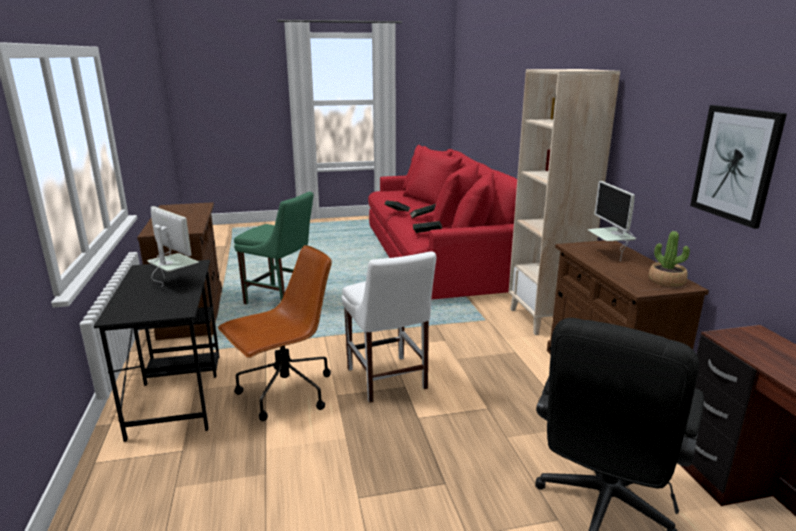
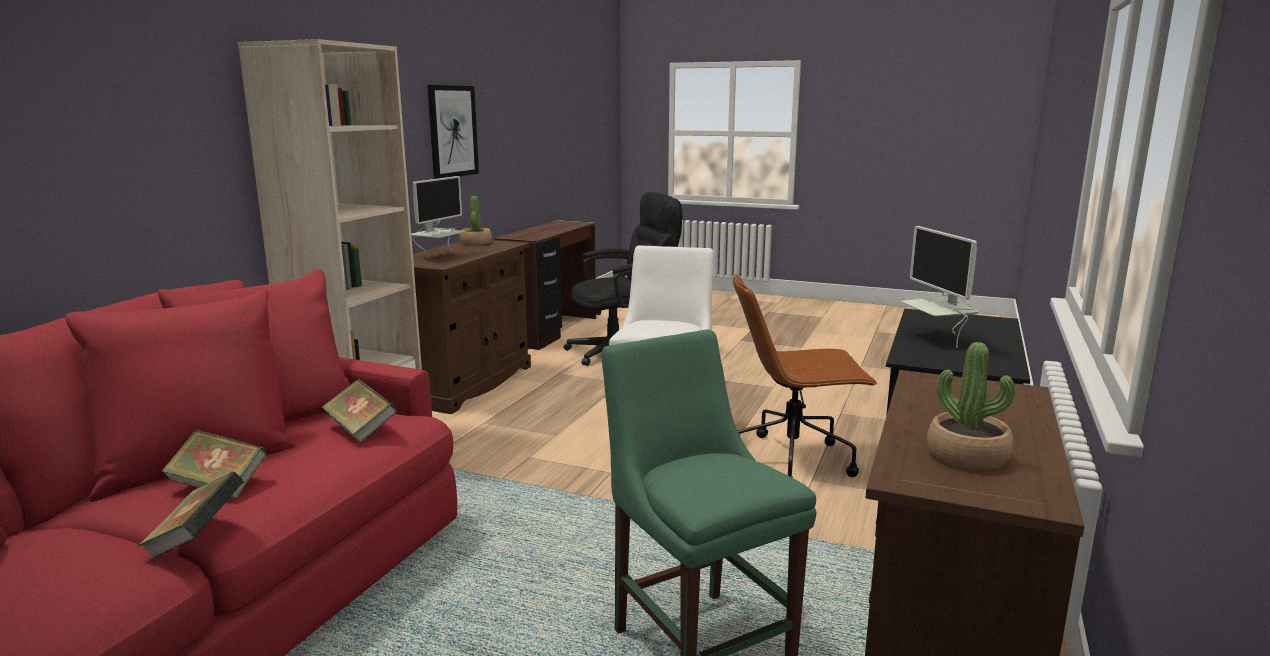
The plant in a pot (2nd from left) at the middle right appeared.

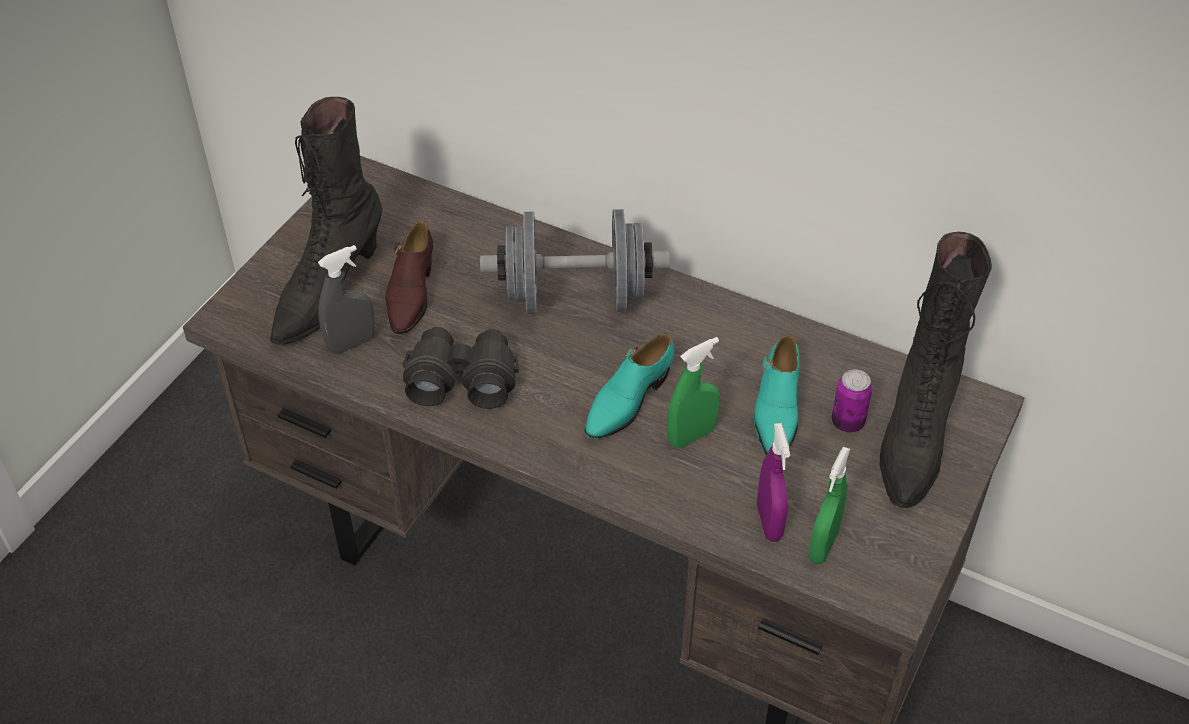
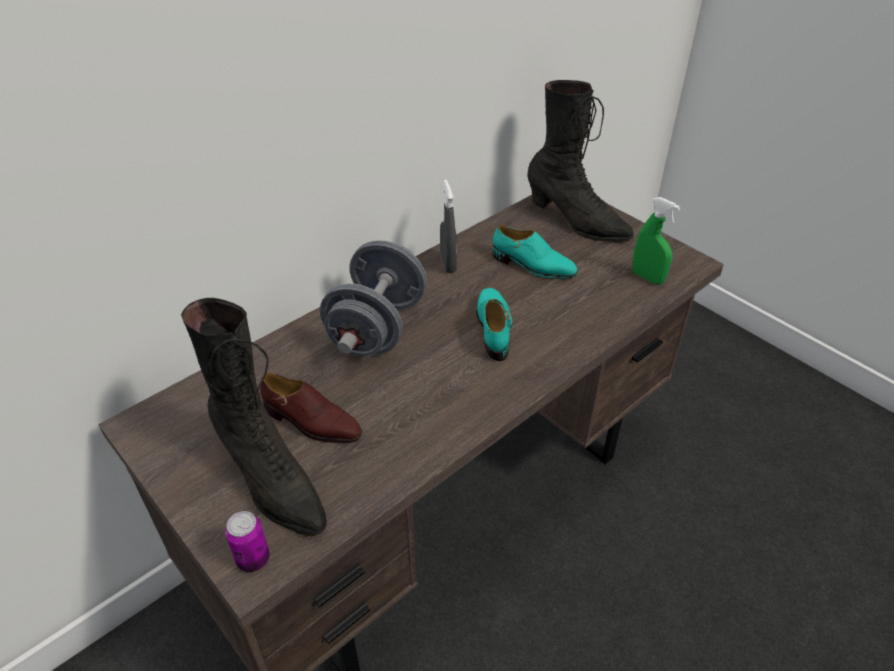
The sealed can moved from the middle right to the bottom left.
The grey spray bottle moved from the middle left to the centre.
The turquoise-coloured item of footwear (1st from left) at the centre turned 150 degrees counterclockwise.
The black field glasses at the centre disappeared.
The greenish spray bottle (1st from left) at the centre disappeared.
The purple-coloured spray bottle at the centre disappeared.

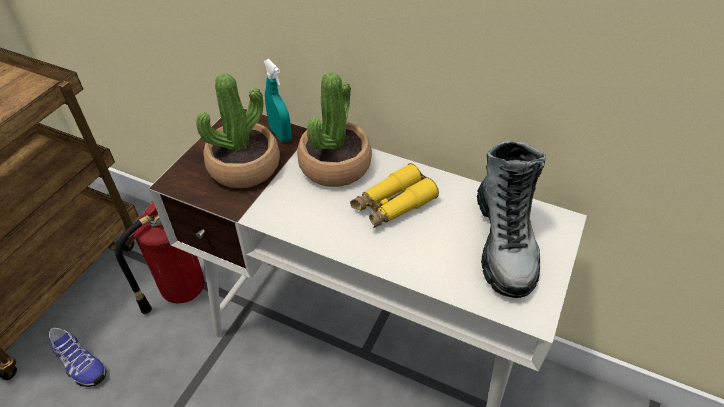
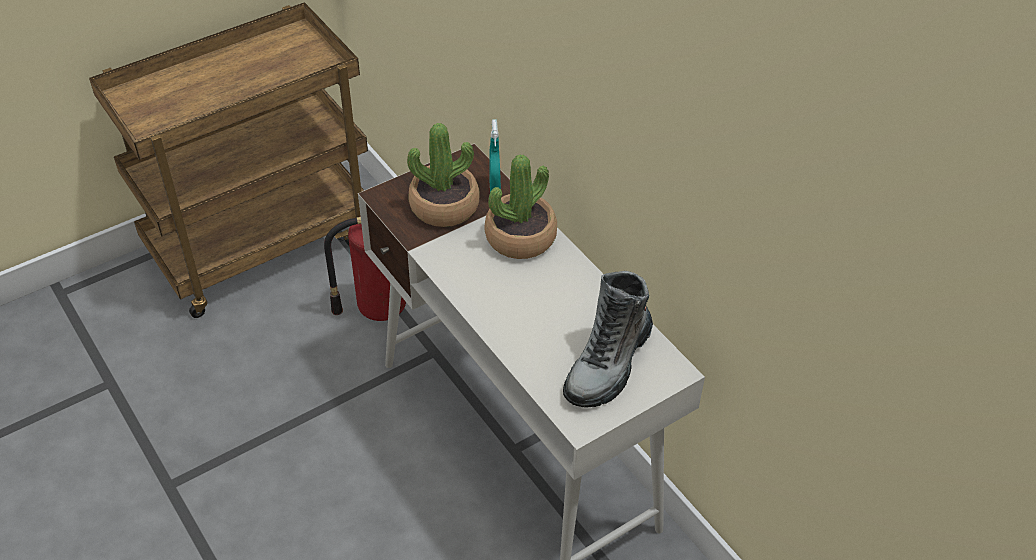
The item of footwear at the bottom left disappeared.
The yellow field glasses at the centre disappeared.

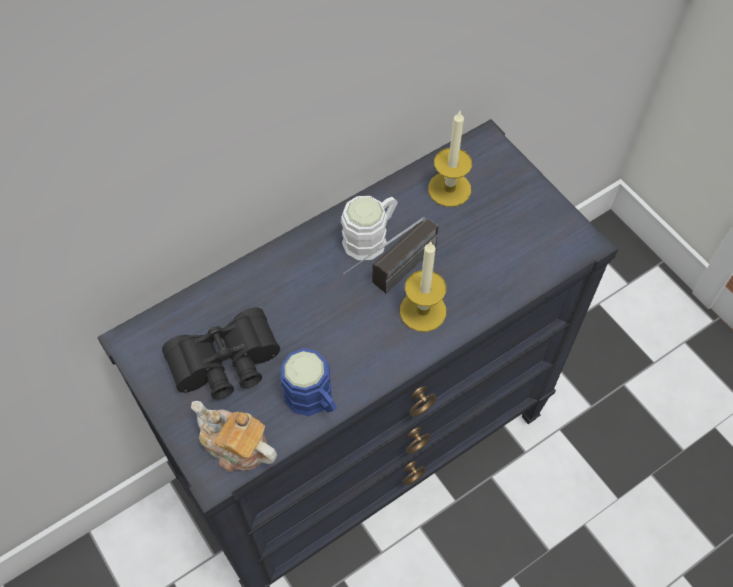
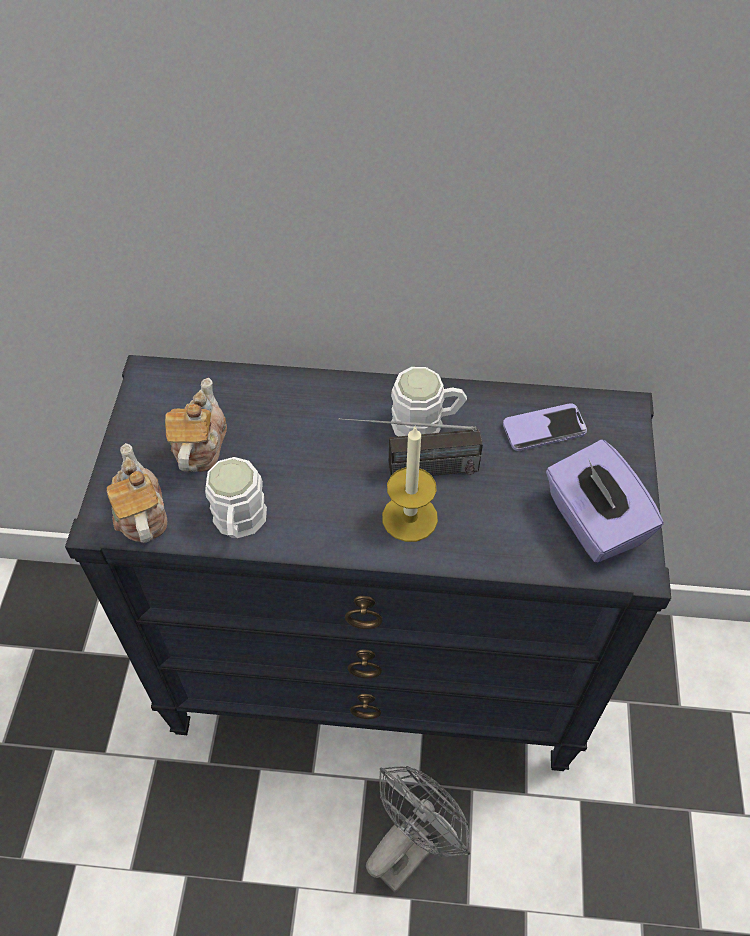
The black field glasses at the middle left was replaced by the teapot (2nd from left) at the middle left.
The bluish coffee mug at the centre became the white-coloured coffee mug (1st from left) at the middle left.
The grey fan at the bottom centre appeared.
The candle (2nd from left) at the top centre was replaced by the phone at the middle right.
The purple-coloured tissue box at the middle right appeared.

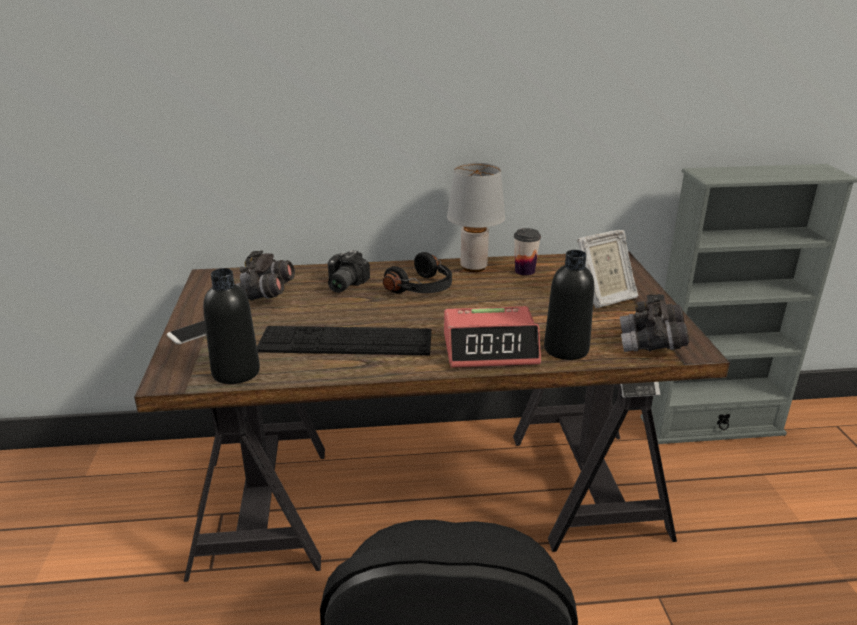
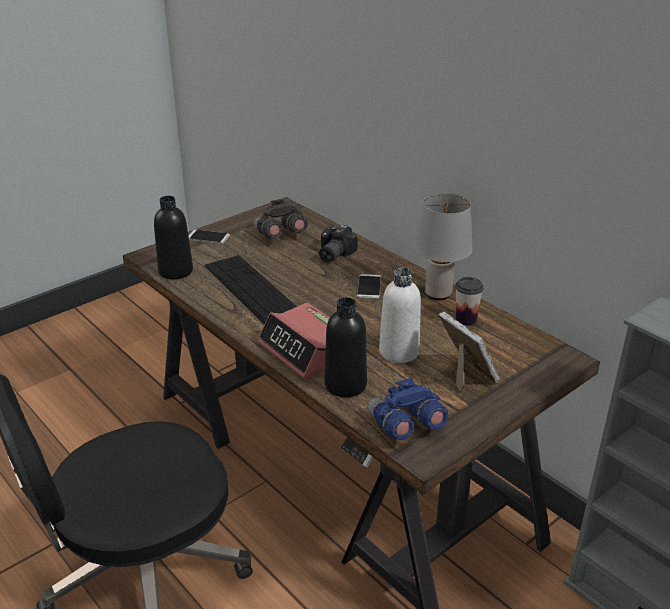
The photo camera at the centre turned 45 degrees counterclockwise.
The black pair of headphones at the centre was replaced by the phone (2nd from left) at the centre.
The grey field glasses (2nd from left) at the middle right became the bluish field glasses at the bottom centre.
The white-coloured bottle at the centre appeared.
The photo frame at the middle right turned 150 degrees counterclockwise.

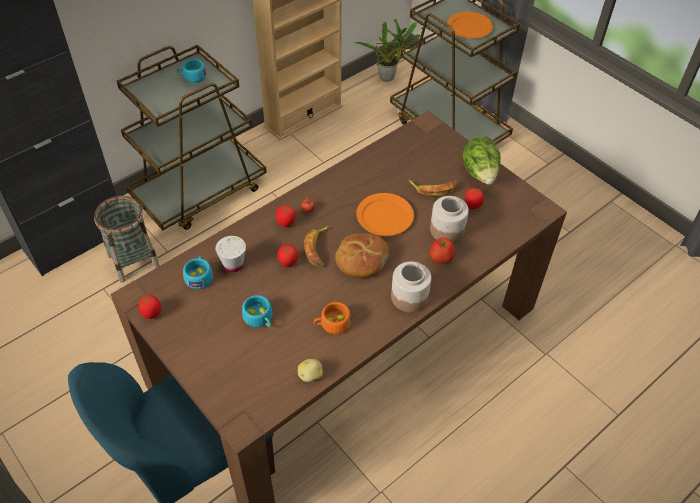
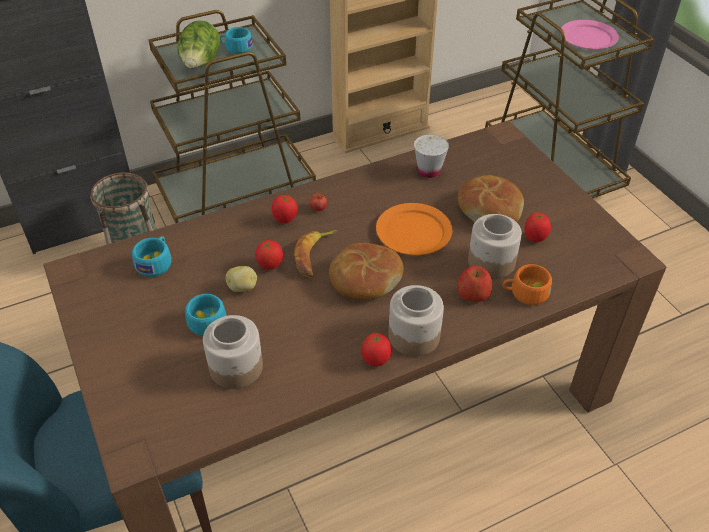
The head of lettuce moved from the top right to the top left.
The jar (1st from left) at the middle left appeared.
The whole potato moved from the bottom centre to the centre.
The fresh tomato (1st from left in the first image) moved from the middle left to the centre.
The white-coloured drinking cup moved from the middle left to the top centre.
The banana (2nd from left) at the centre was replaced by the baked bread (2nd from left) at the middle right.
The orange-coloured drinking cup moved from the centre to the middle right.
The orange-coloured dinner plate (2nd from left) at the top right became the pink dinner plate at the top right.
The plant in a pot at the top centre disappeared.

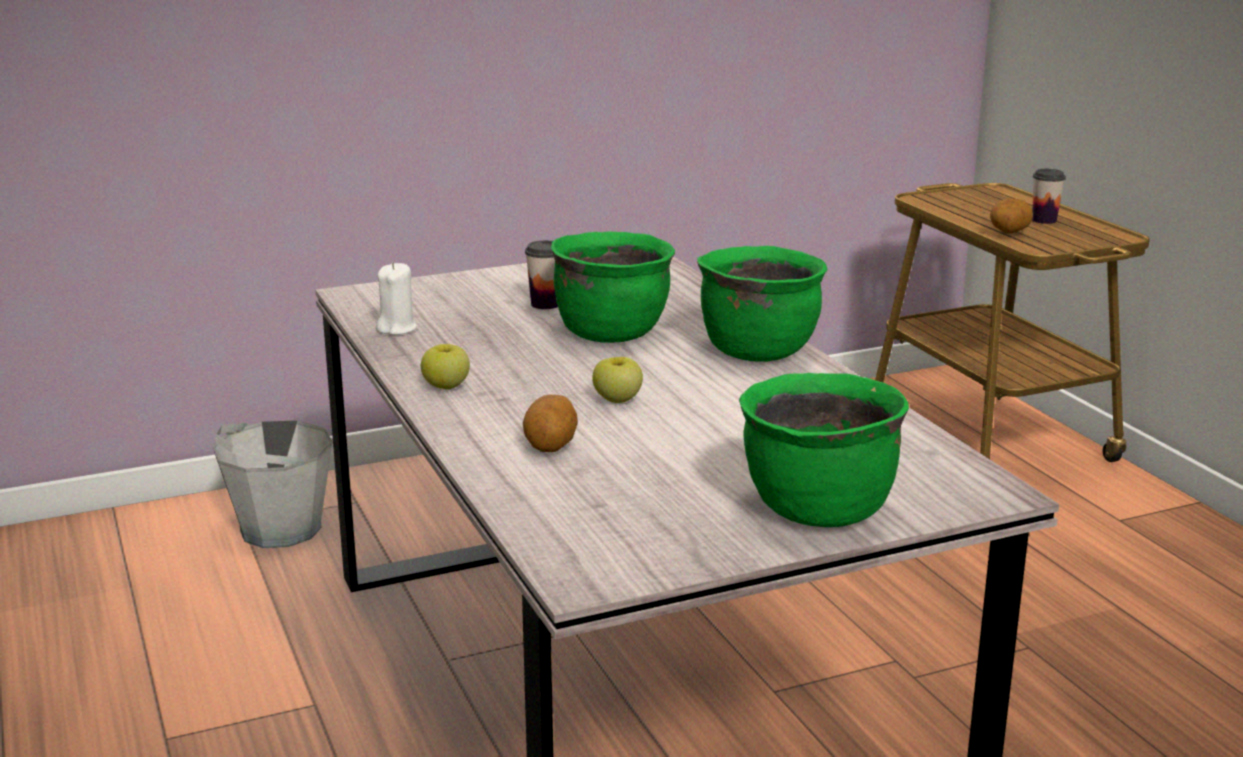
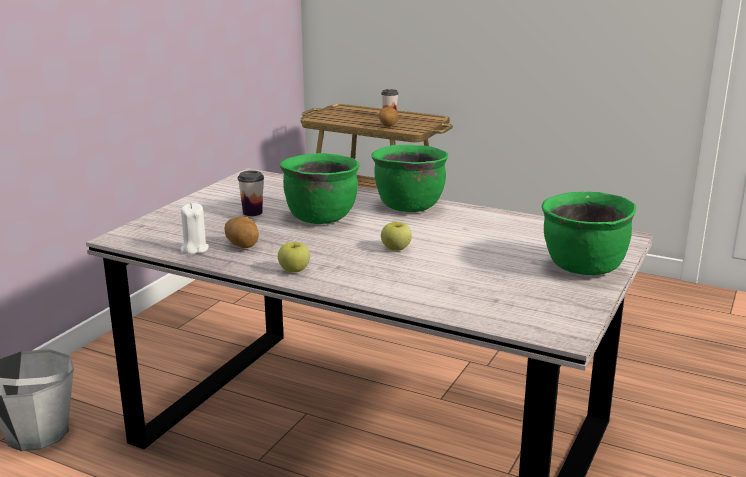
The whole potato (1st from left) moved from the centre to the middle left.

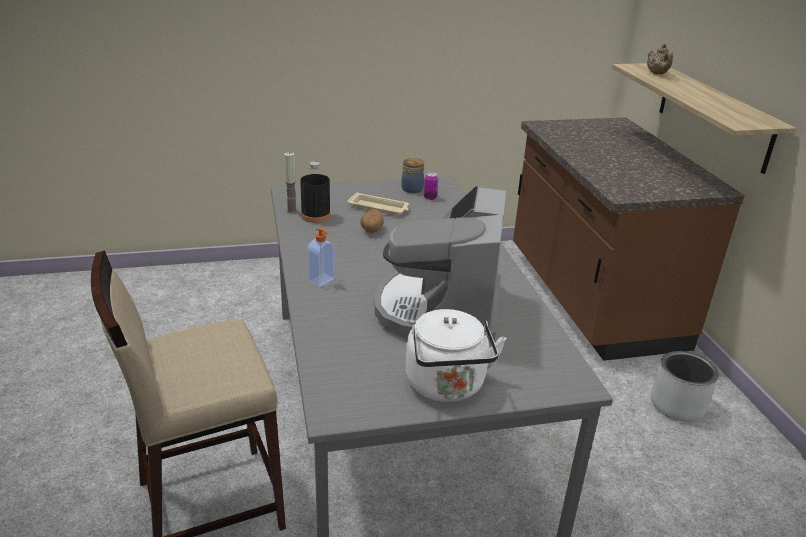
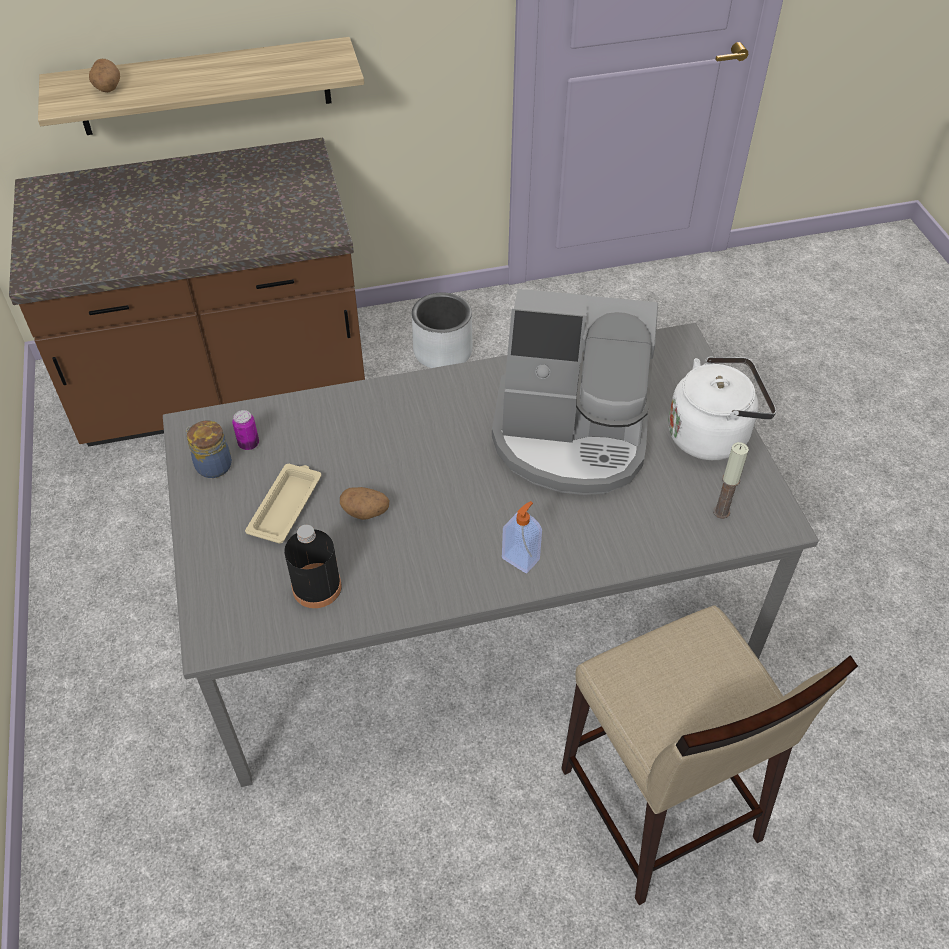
The beige teapot at the top right was replaced by the whole potato (1st from left) at the top left.
The candle moved from the centre to the middle right.

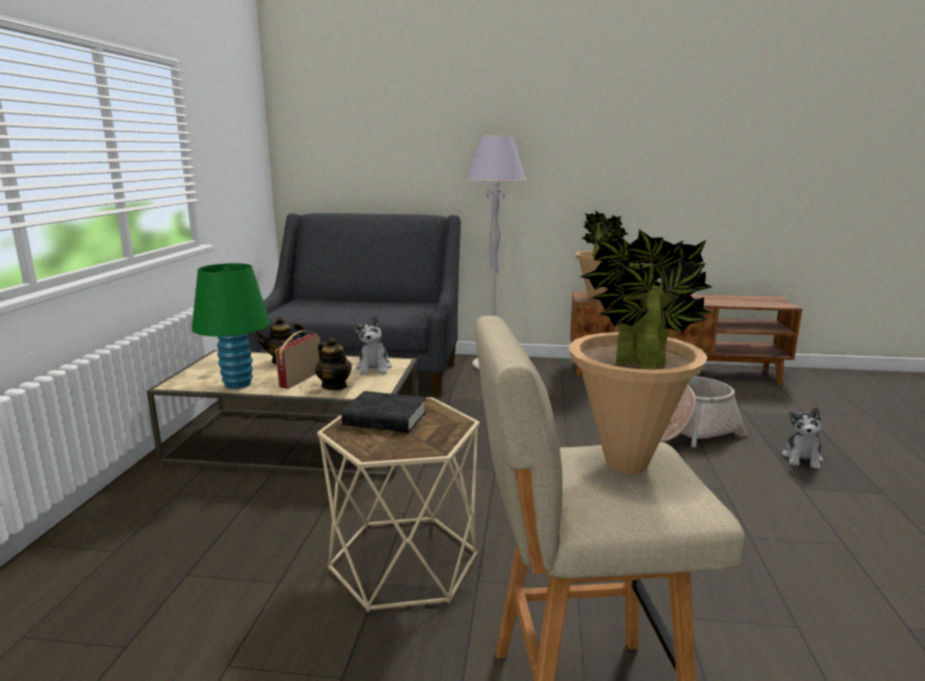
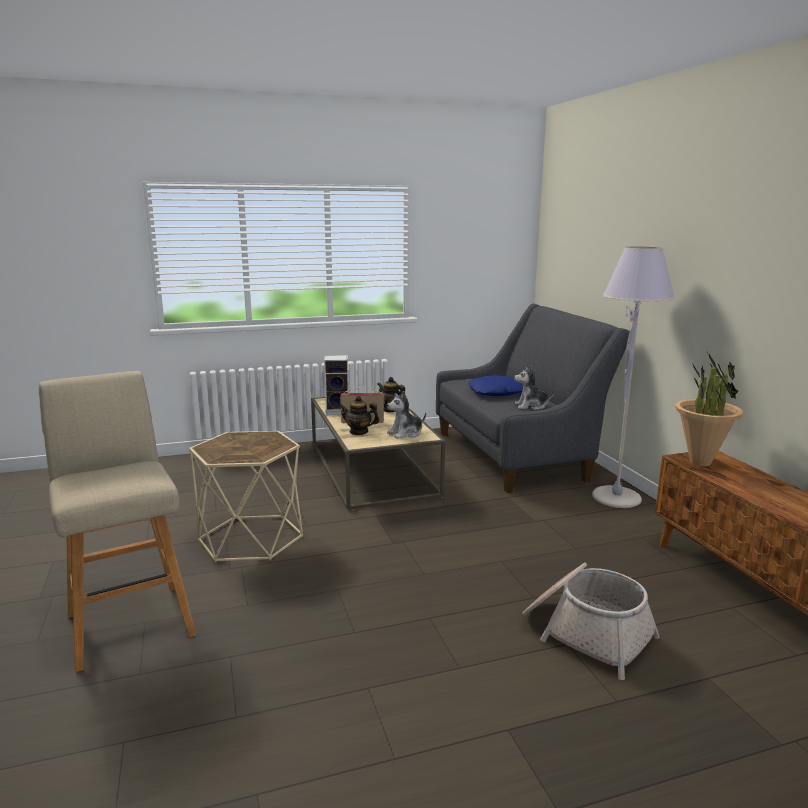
The greenish table lamp at the middle left was replaced by the speaker at the centre.
The teapot (2nd from left in the first image) at the centre turned 75 degrees clockwise.
The bluish cushion at the centre appeared.
The soft toy (2nd from left) moved from the middle right to the centre.
The black volume at the centre disappeared.
The plant in a pot (2nd from left) at the middle right disappeared.

